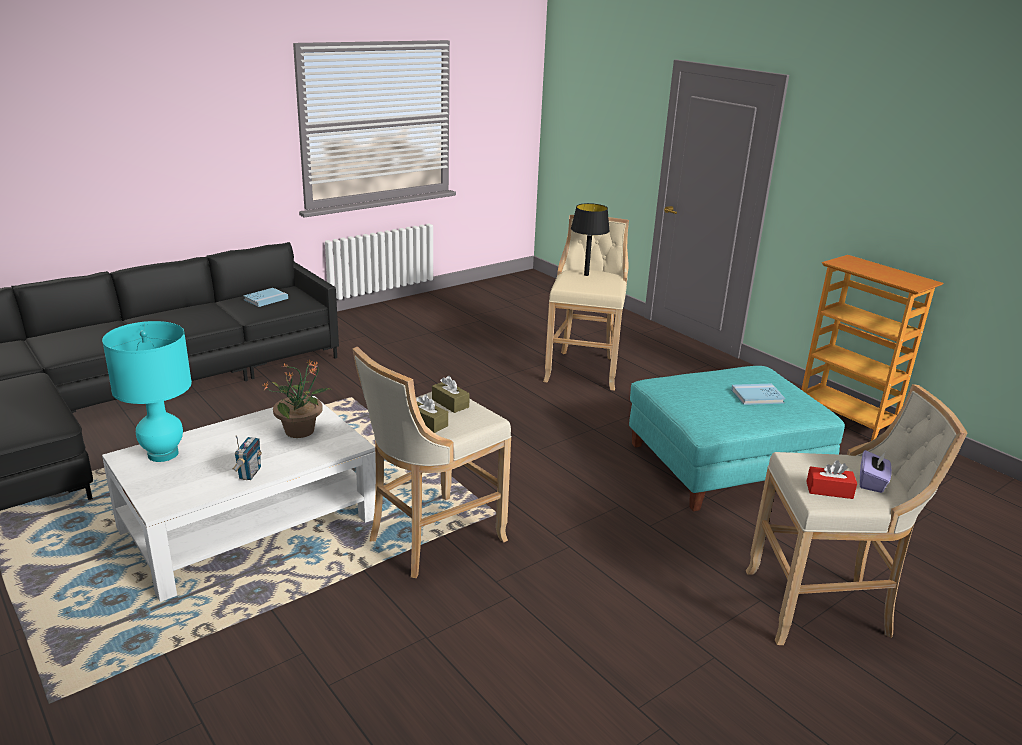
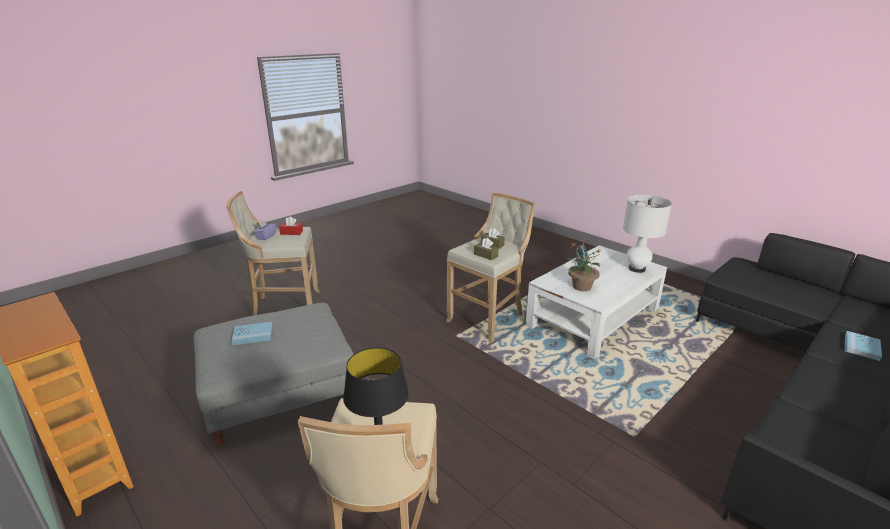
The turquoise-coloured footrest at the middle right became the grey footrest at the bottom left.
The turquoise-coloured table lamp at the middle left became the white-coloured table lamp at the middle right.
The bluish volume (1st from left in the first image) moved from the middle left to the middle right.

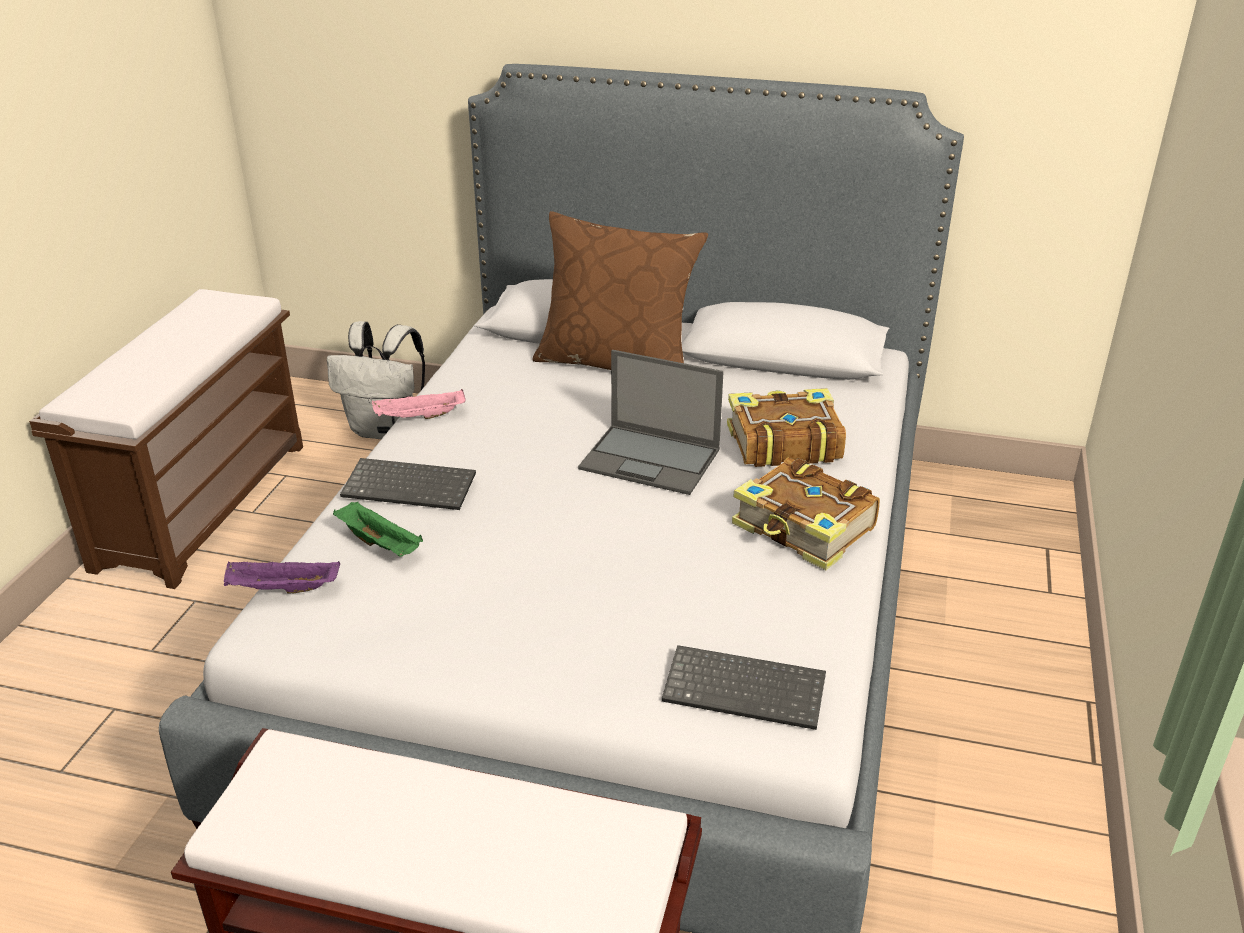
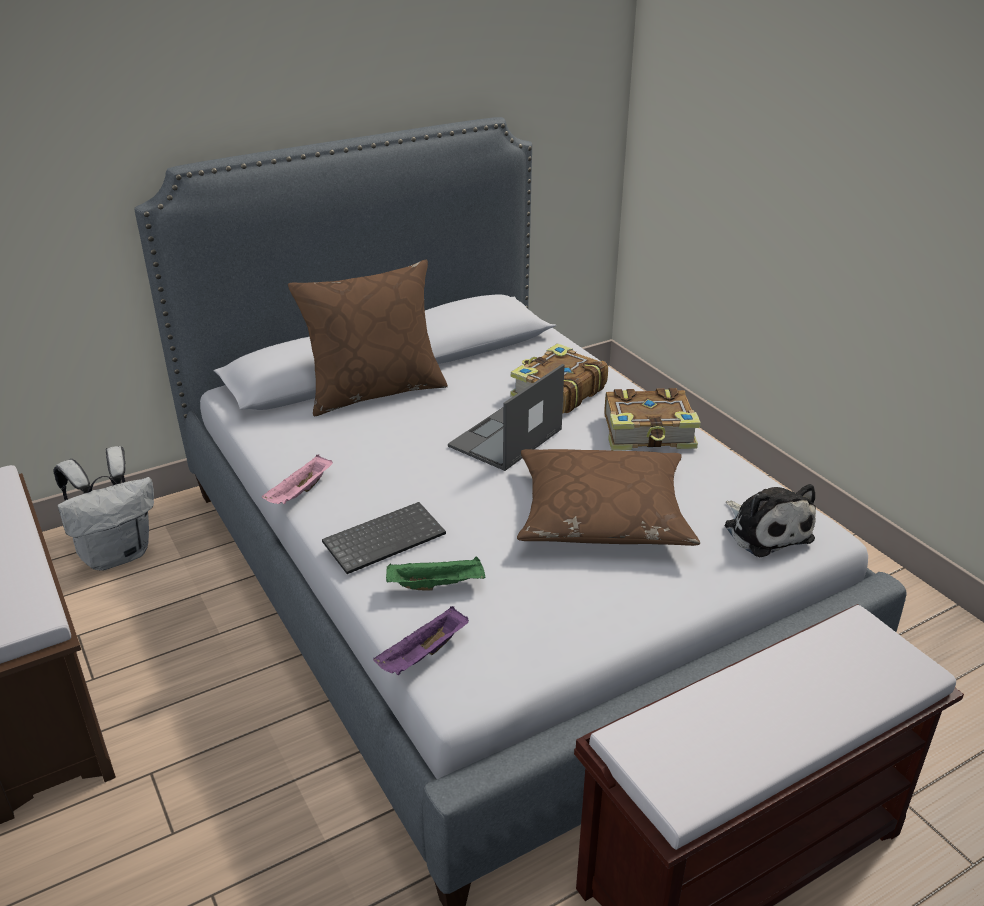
The notebook computer at the centre turned 150 degrees clockwise.
The brownish cushion (2nd from left) at the centre appeared.
The PC keyboard (2nd from left) at the bottom centre was replaced by the soft toy at the middle right.

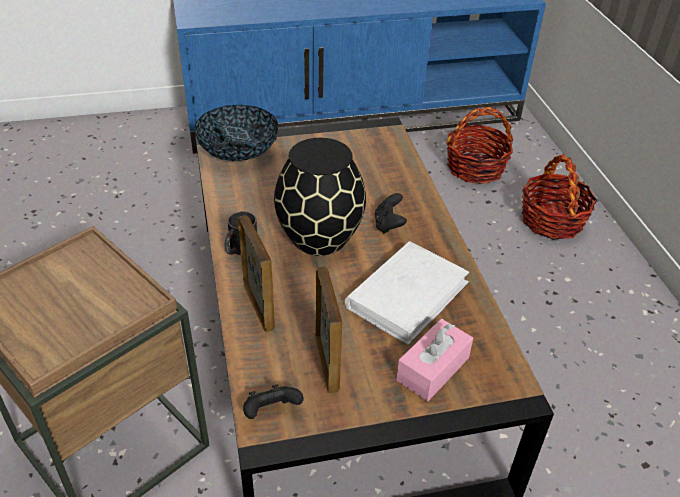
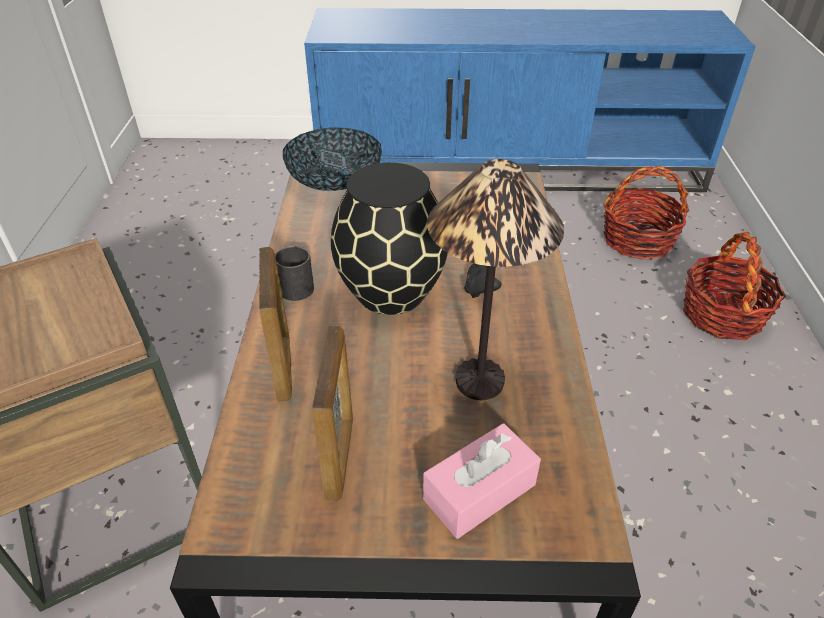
The white-coloured volume at the centre was replaced by the table lamp at the centre.
The black game controller (1st from left) at the bottom centre disappeared.

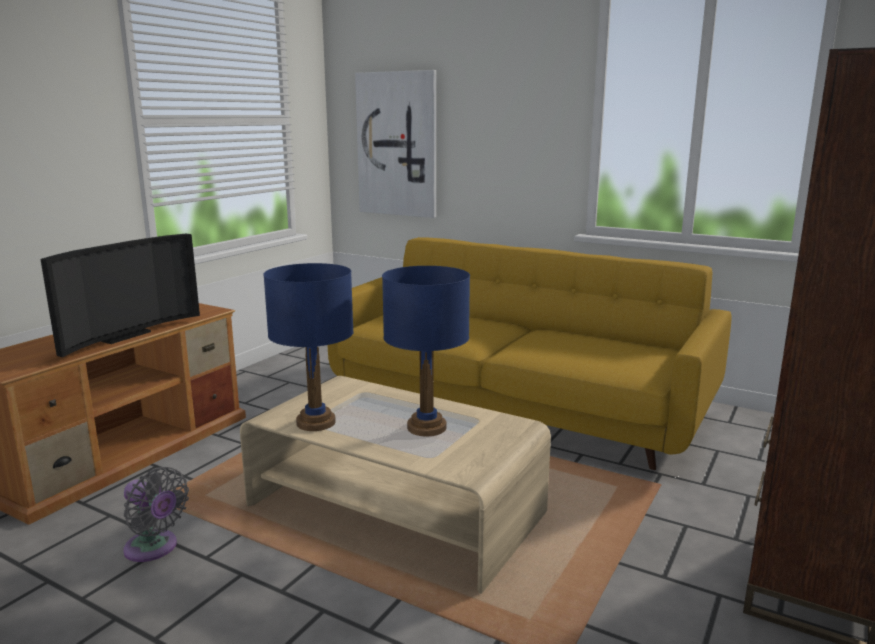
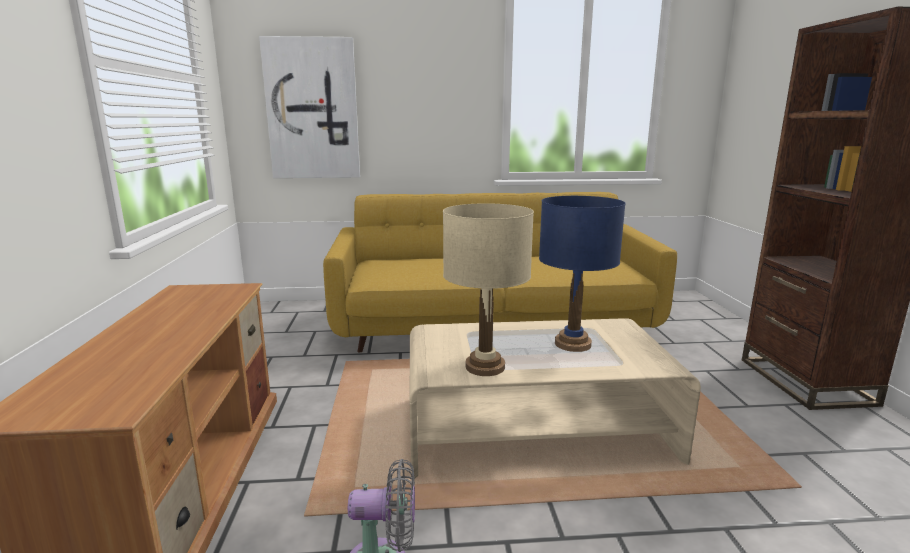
The bluish table lamp (1st from left) at the centre became the beige table lamp at the centre.
The TV at the middle left disappeared.

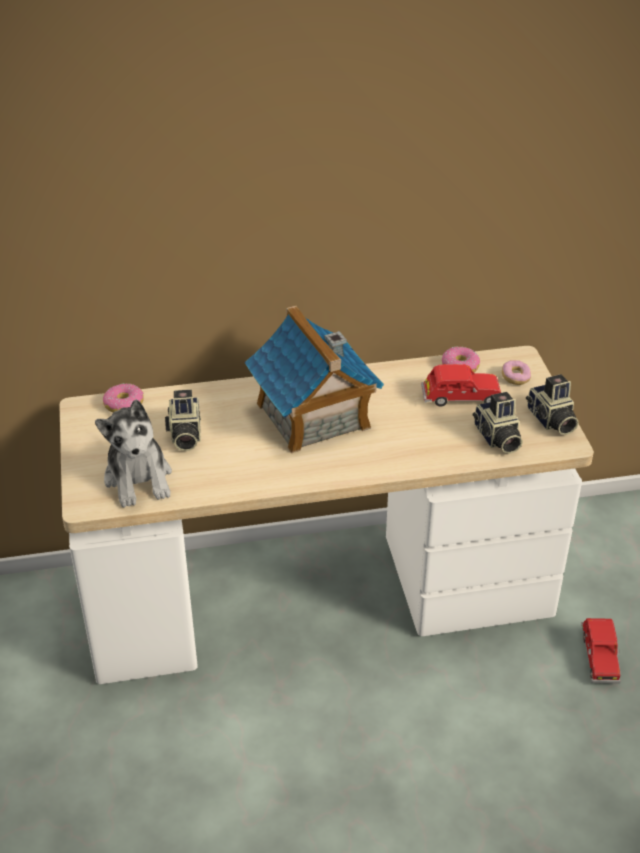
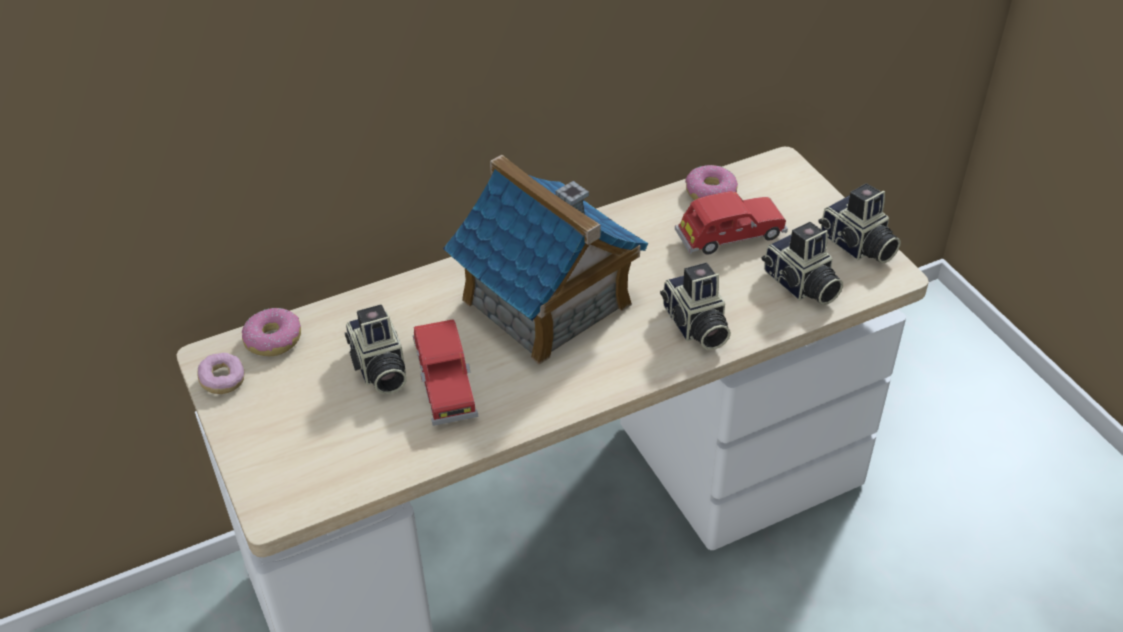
The doughnut (3rd from left in the first image) moved from the middle right to the middle left.
The red model car (2nd from left in the first image) moved from the bottom right to the centre.
The photo camera (2nd from left) at the centre appeared.
The soft toy at the middle left disappeared.

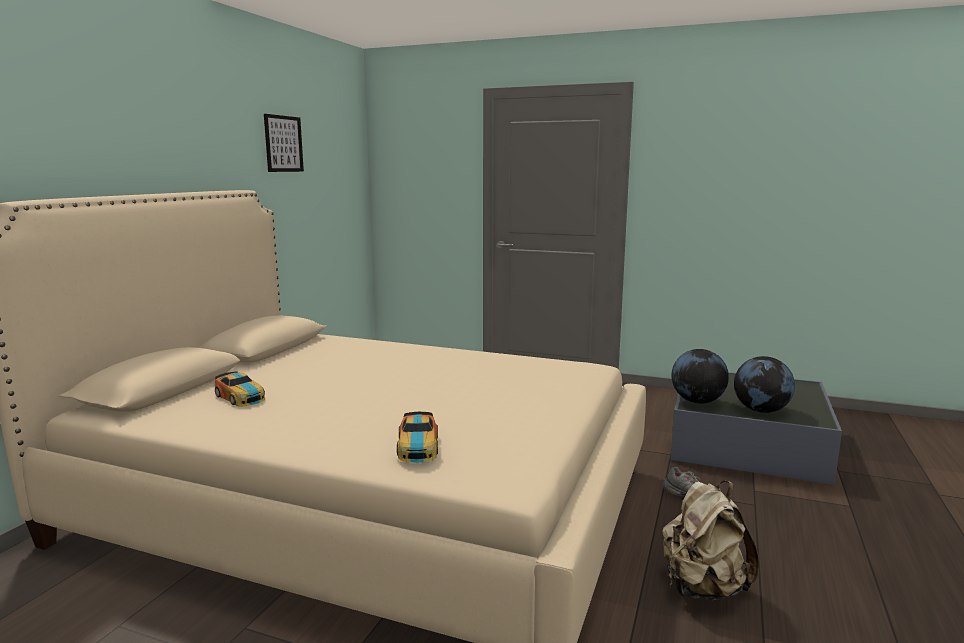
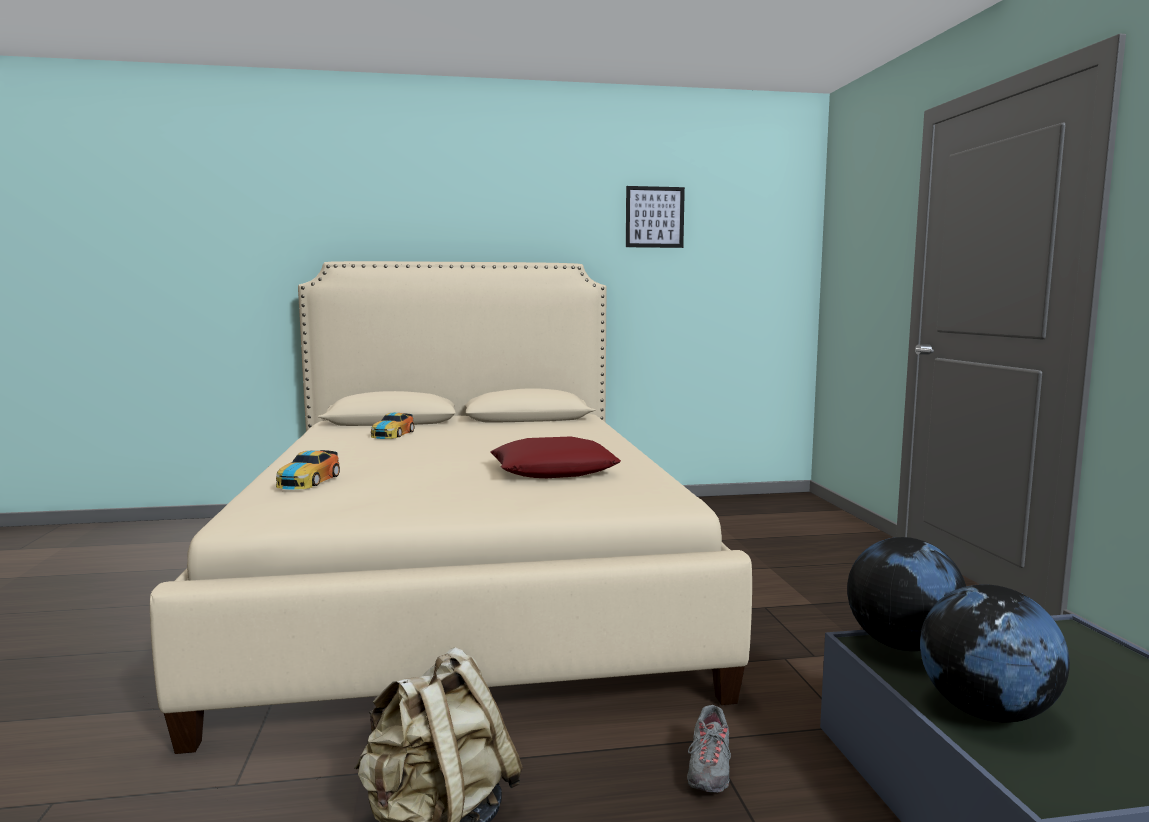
The model car (2nd from left in the first image) at the bottom centre turned 45 degrees counterclockwise.
The red cushion at the centre appeared.

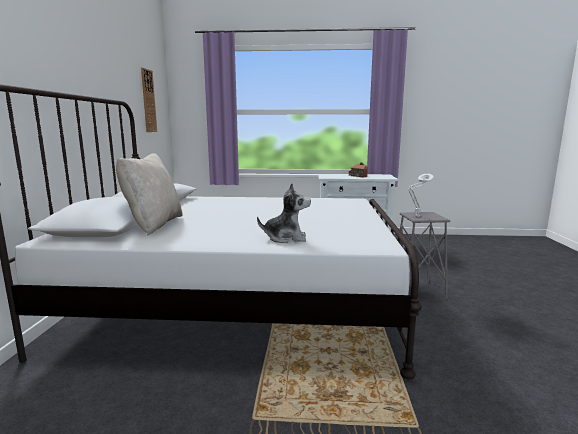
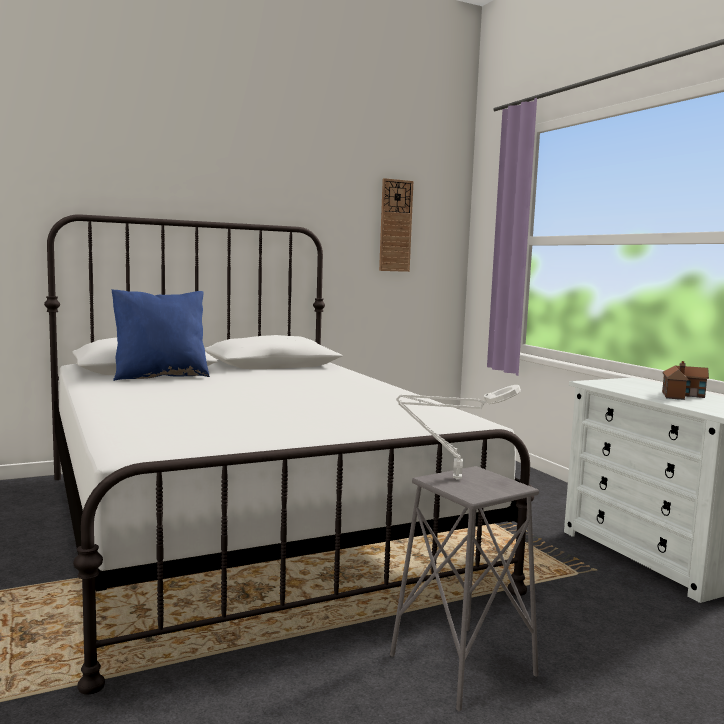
The beige cushion at the middle left became the bluish cushion at the middle left.
The soft toy at the centre disappeared.

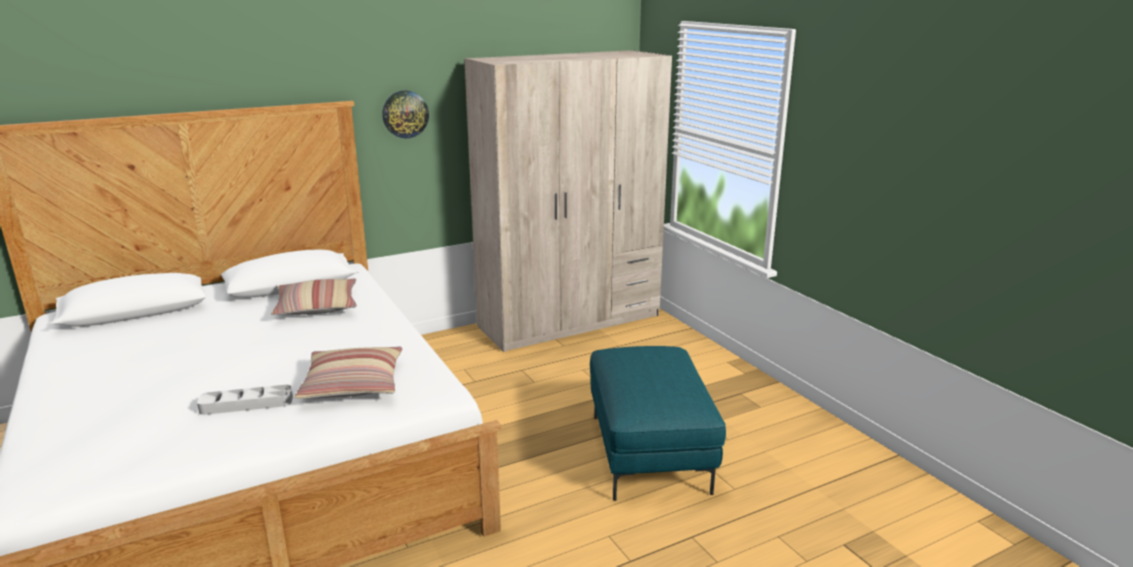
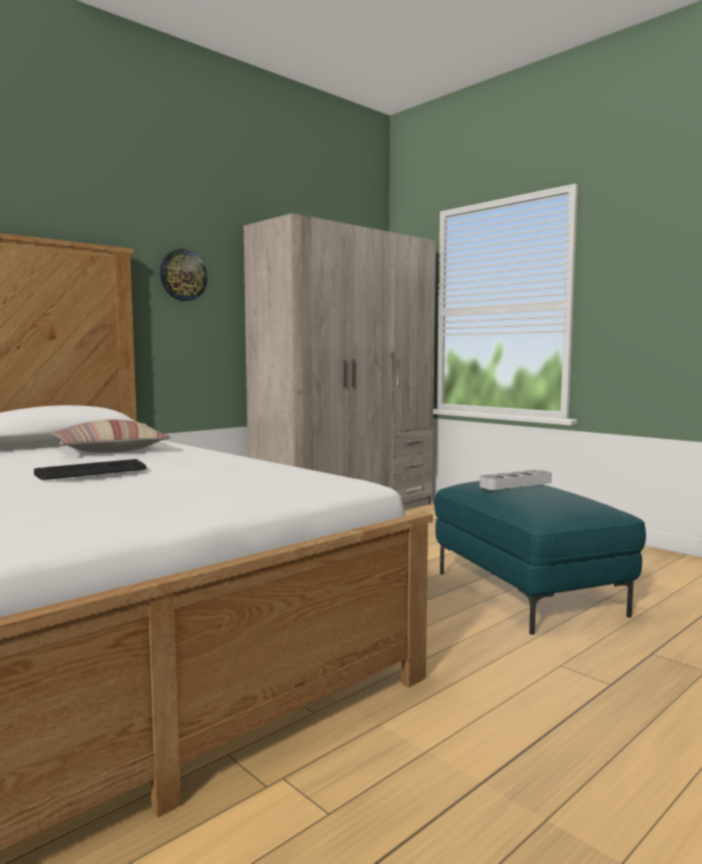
The PC keyboard at the middle left appeared.
The grey serving tray moved from the bottom left to the middle right.
The cushion (2nd from left) at the middle left disappeared.

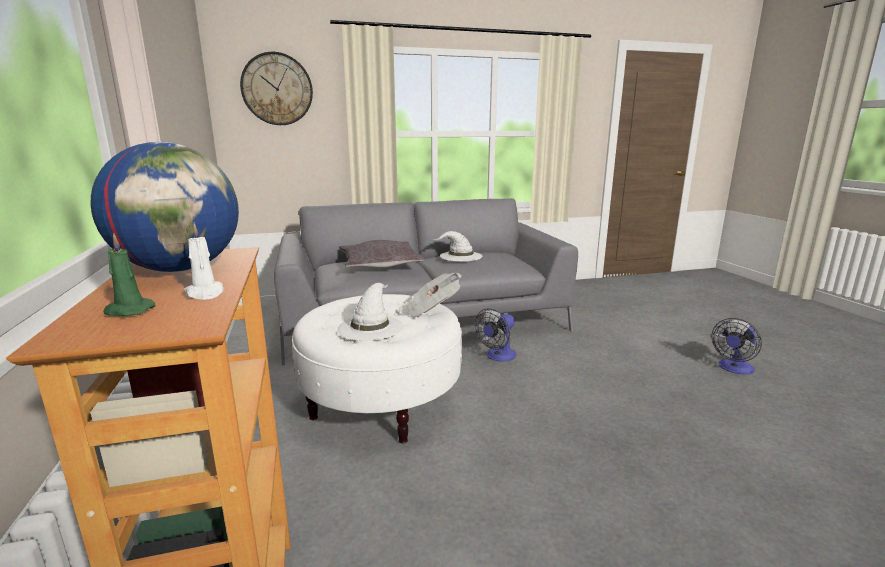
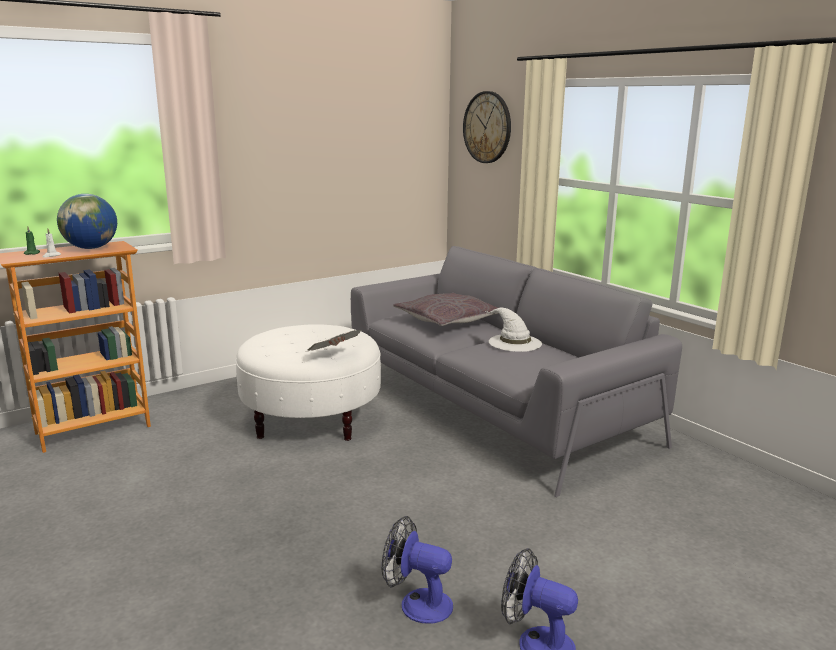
The fan (1st from left) moved from the centre to the bottom centre.
The white-coloured wearable hat (1st from left) at the centre disappeared.

